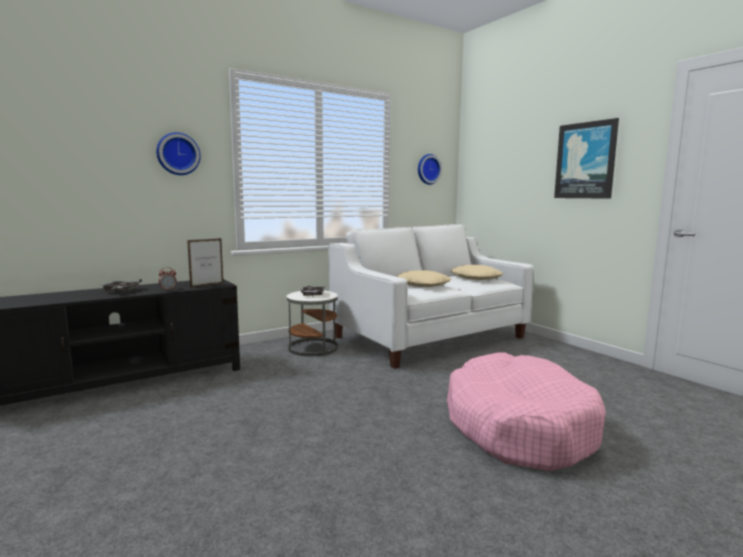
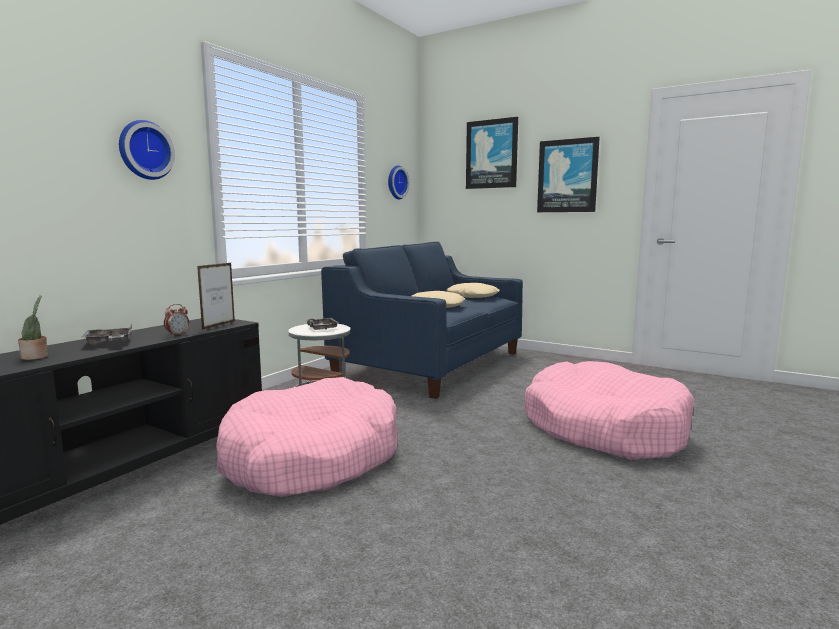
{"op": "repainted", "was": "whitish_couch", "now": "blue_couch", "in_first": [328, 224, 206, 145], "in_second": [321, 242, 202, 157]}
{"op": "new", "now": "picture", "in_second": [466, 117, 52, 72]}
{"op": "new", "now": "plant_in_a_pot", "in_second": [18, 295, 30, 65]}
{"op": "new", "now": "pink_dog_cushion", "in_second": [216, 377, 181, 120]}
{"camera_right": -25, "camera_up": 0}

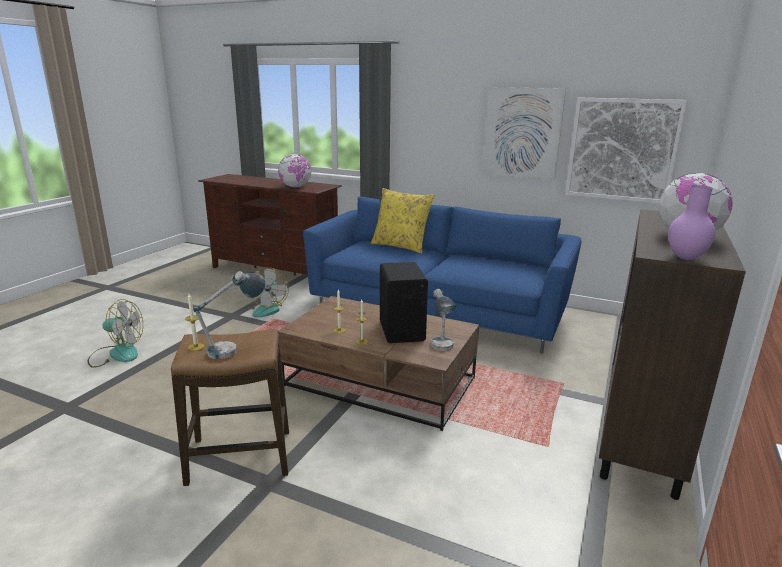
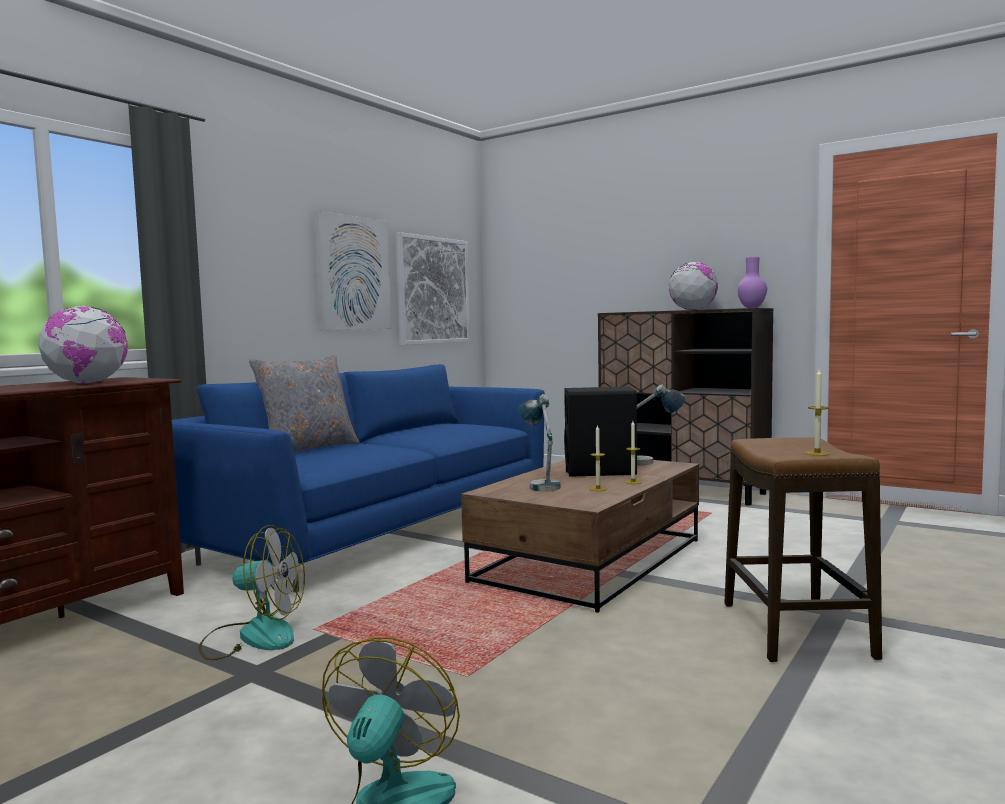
{"op": "repainted", "was": "yellow_cushion", "now": "gray_cushion", "in_first": [371, 188, 64, 66], "in_second": [249, 355, 111, 97]}
{"op": "shifted", "was": "tabletop_lamp", "in_first": [193, 271, 72, 88], "in_second": [518, 394, 42, 97]}
{"camera_right": -80, "camera_up": -15}

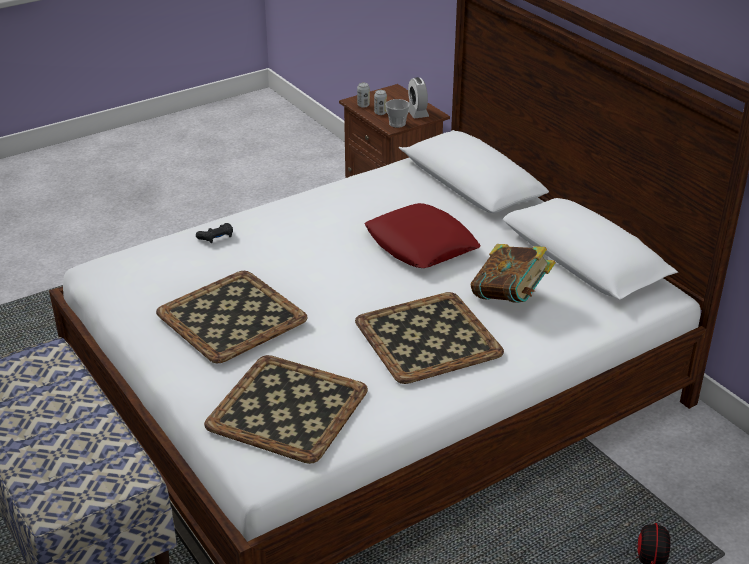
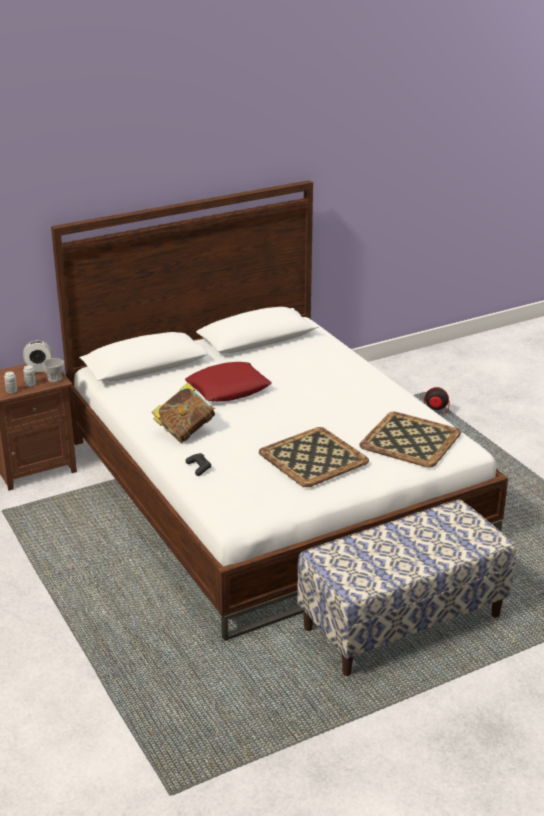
{"op": "shifted", "was": "bound_book", "in_first": [471, 244, 85, 59], "in_second": [152, 383, 63, 60]}
{"op": "gone", "was": "tray", "in_first": [355, 292, 149, 92]}
{"camera_right": -85, "camera_up": -5}

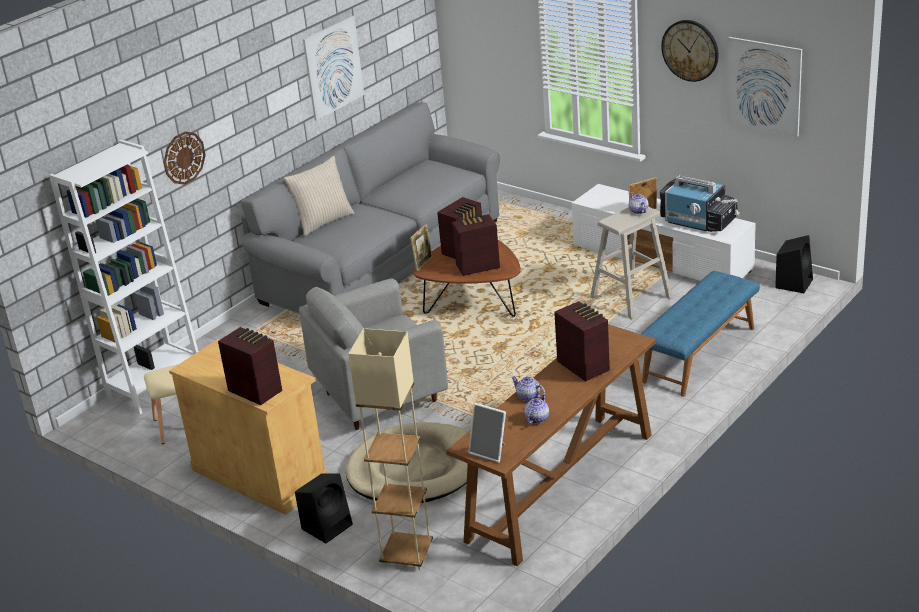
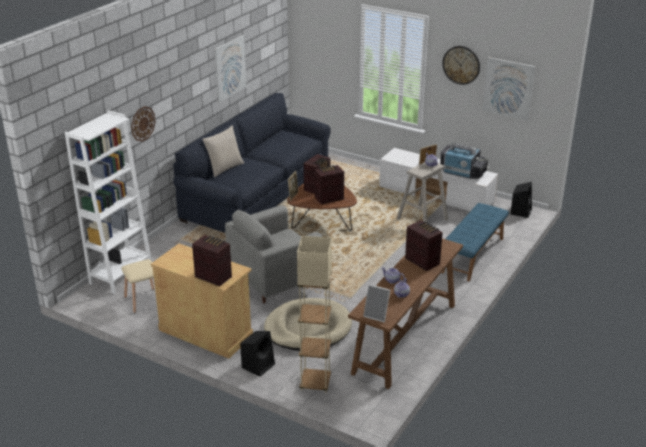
{"op": "repainted", "was": "gray_couch", "now": "blue_couch", "in_first": [241, 102, 259, 211], "in_second": [173, 93, 158, 140]}
{"camera_right": -10, "camera_up": 0}

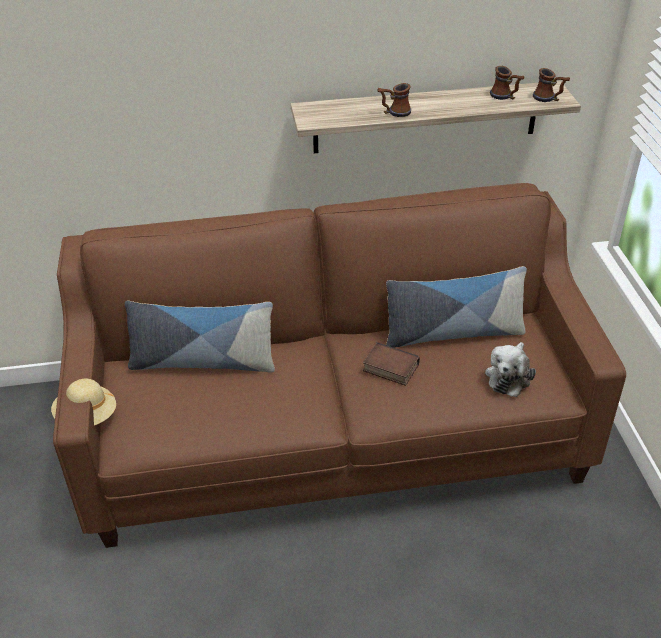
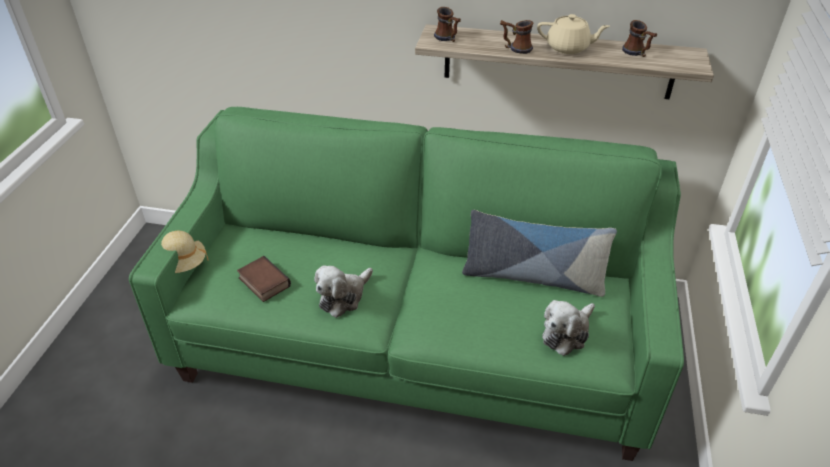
{"op": "shifted", "was": "mug", "in_first": [533, 68, 37, 34], "in_second": [434, 7, 27, 35]}
{"op": "repainted", "was": "brownish_couch", "now": "green_couch", "in_first": [53, 183, 573, 365], "in_second": [129, 107, 555, 354]}
{"op": "gone", "was": "cushion", "in_first": [125, 301, 150, 72]}
{"op": "shifted", "was": "bound_book", "in_first": [363, 342, 57, 44], "in_second": [237, 256, 54, 46]}
{"op": "new", "now": "beige-coloured_tea_pot", "in_second": [537, 14, 73, 40]}
{"op": "new", "now": "plush_toy", "in_second": [314, 265, 59, 53]}
{"camera_right": 20, "camera_up": 0}

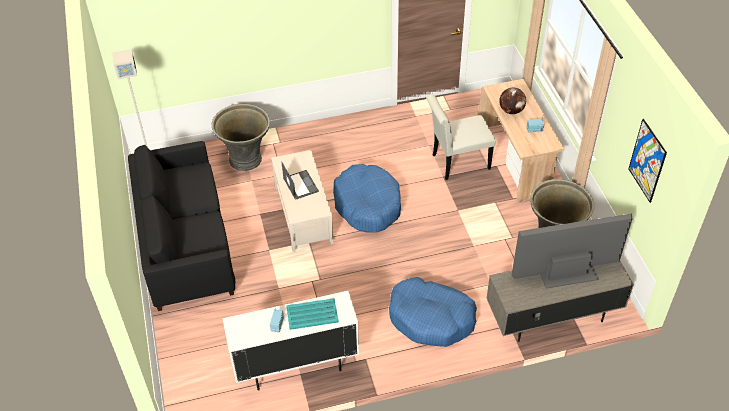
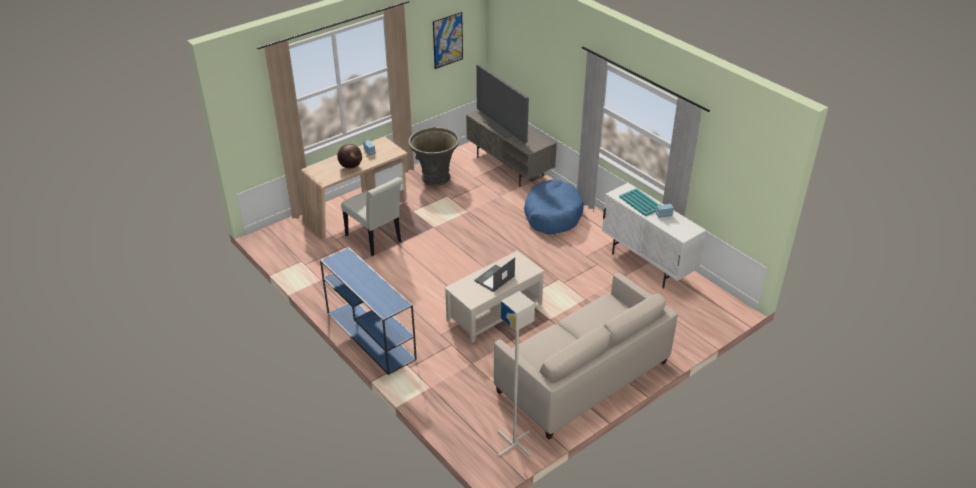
{"op": "gone", "was": "gray_planter", "in_first": [212, 104, 58, 67]}
{"op": "repainted", "was": "black_couch", "now": "beige-coloured_couch", "in_first": [128, 141, 107, 170], "in_second": [494, 273, 184, 167]}
{"op": "gone", "was": "blue_dog_cushion", "in_first": [333, 164, 68, 69]}
{"op": "new", "now": "blue_console_table", "in_second": [320, 247, 97, 128]}
{"camera_right": -115, "camera_up": -10}

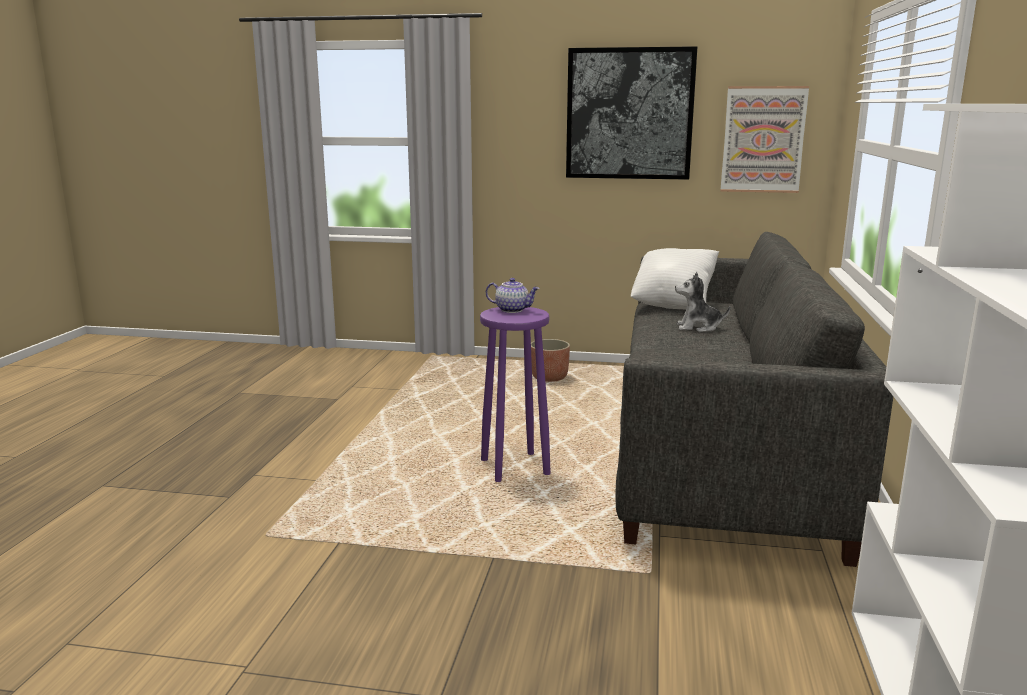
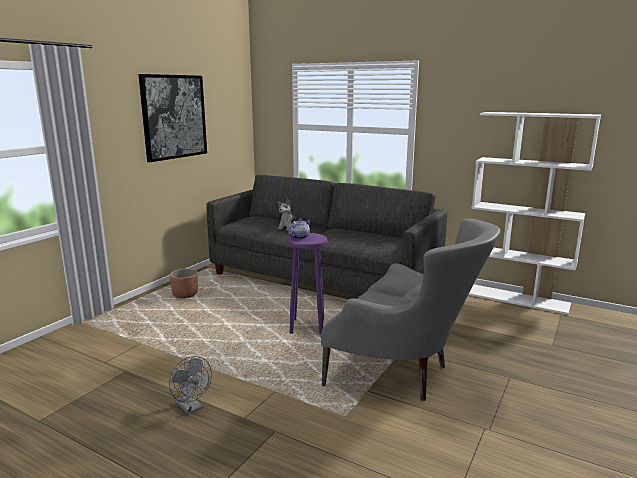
{"op": "gone", "was": "picture", "in_first": [721, 86, 88, 107]}
{"op": "gone", "was": "whitish_cushion", "in_first": [631, 248, 88, 61]}
{"op": "new", "now": "gray_armchair", "in_second": [321, 218, 180, 183]}
{"op": "new", "now": "gray_fan", "in_second": [169, 356, 43, 58]}
{"camera_right": -70, "camera_up": 0}

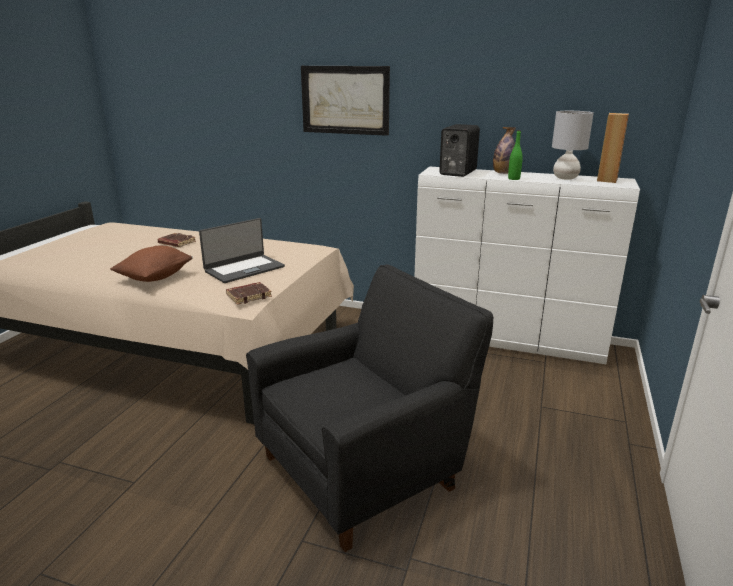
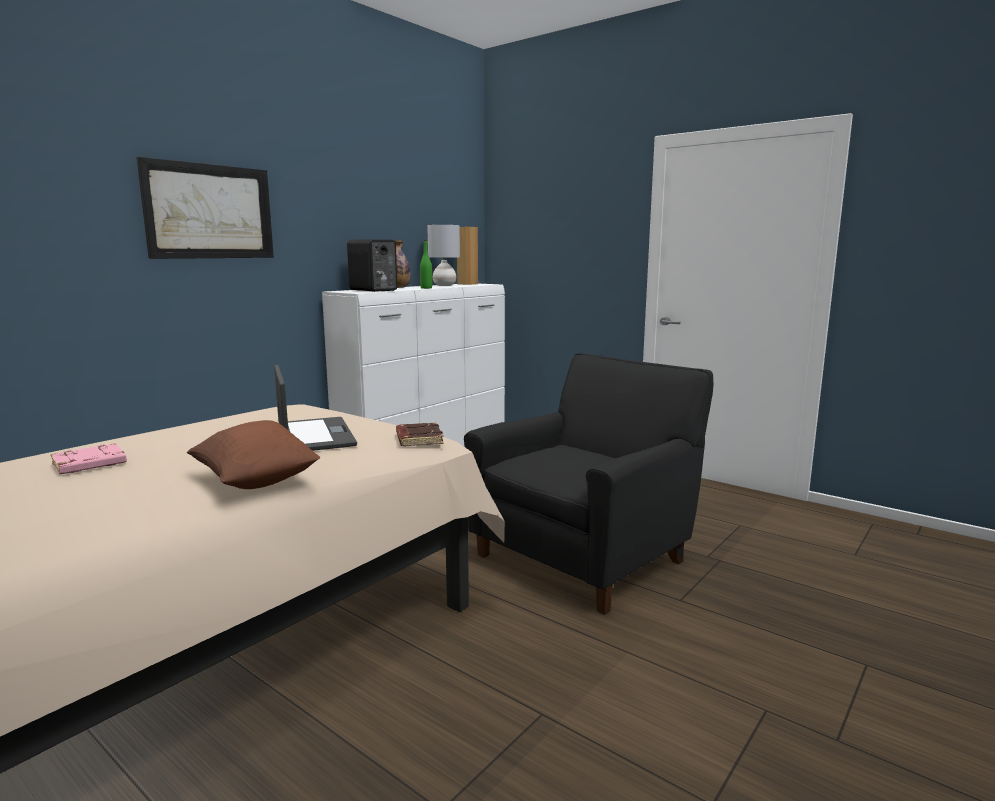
{"op": "repainted", "was": "brownish_bound_book", "now": "pink_bound_book", "in_first": [158, 233, 38, 14], "in_second": [51, 443, 76, 31]}
{"op": "rotated", "was": "black_armchair", "in_first": [246, 264, 247, 288], "in_second": [464, 353, 249, 262], "clockwise": 60}
{"camera_right": -70, "camera_up": -10}

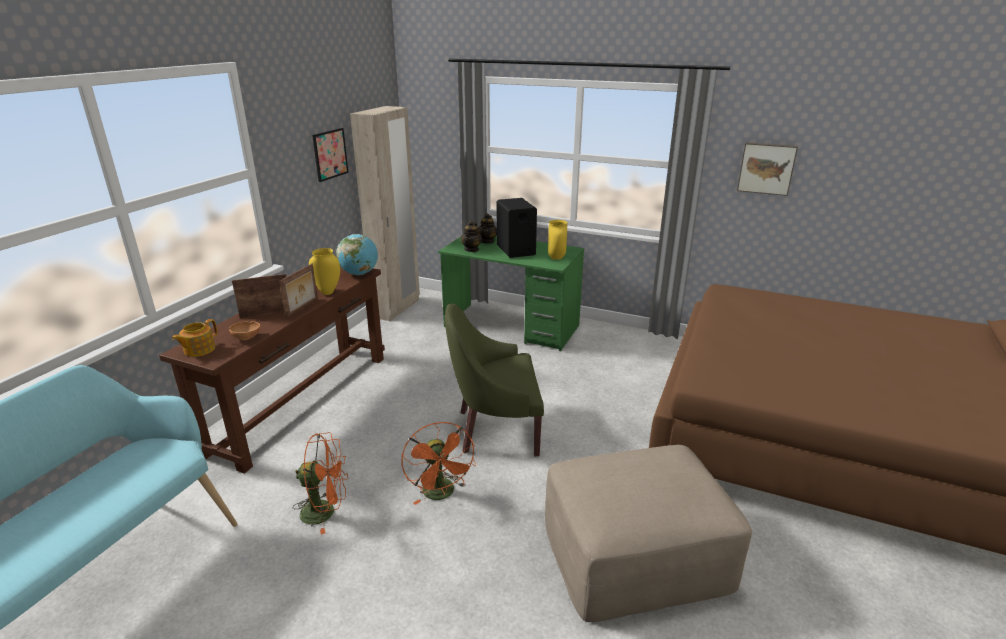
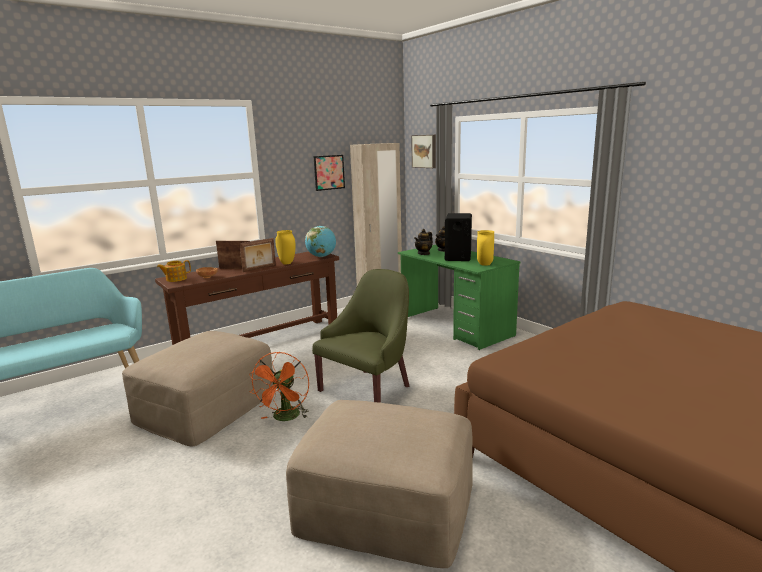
{"op": "shifted", "was": "picture", "in_first": [737, 142, 61, 54], "in_second": [411, 135, 25, 33]}
{"op": "rotated", "was": "green_armchair", "in_first": [445, 303, 99, 153], "in_second": [312, 269, 98, 134], "clockwise": 105}
{"op": "swapped", "was": "orange_fan", "now": "beige-coloured_ottoman", "in_first": [293, 432, 55, 103], "in_second": [122, 331, 151, 116]}
{"camera_right": 30, "camera_up": -10}

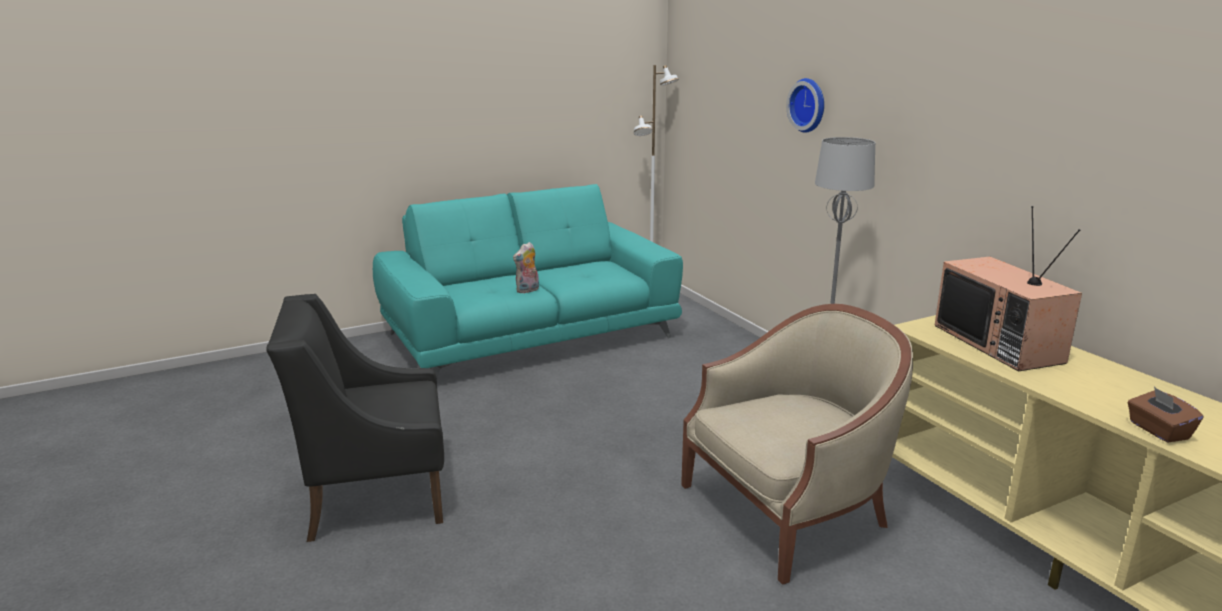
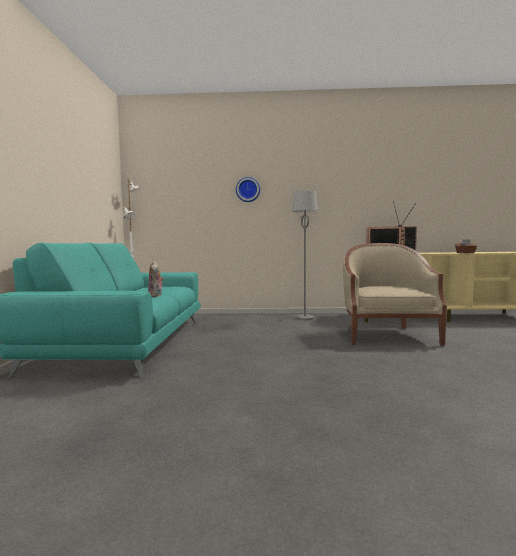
{"op": "gone", "was": "black_armchair", "in_first": [266, 294, 178, 248]}
{"camera_right": -60, "camera_up": -15}

